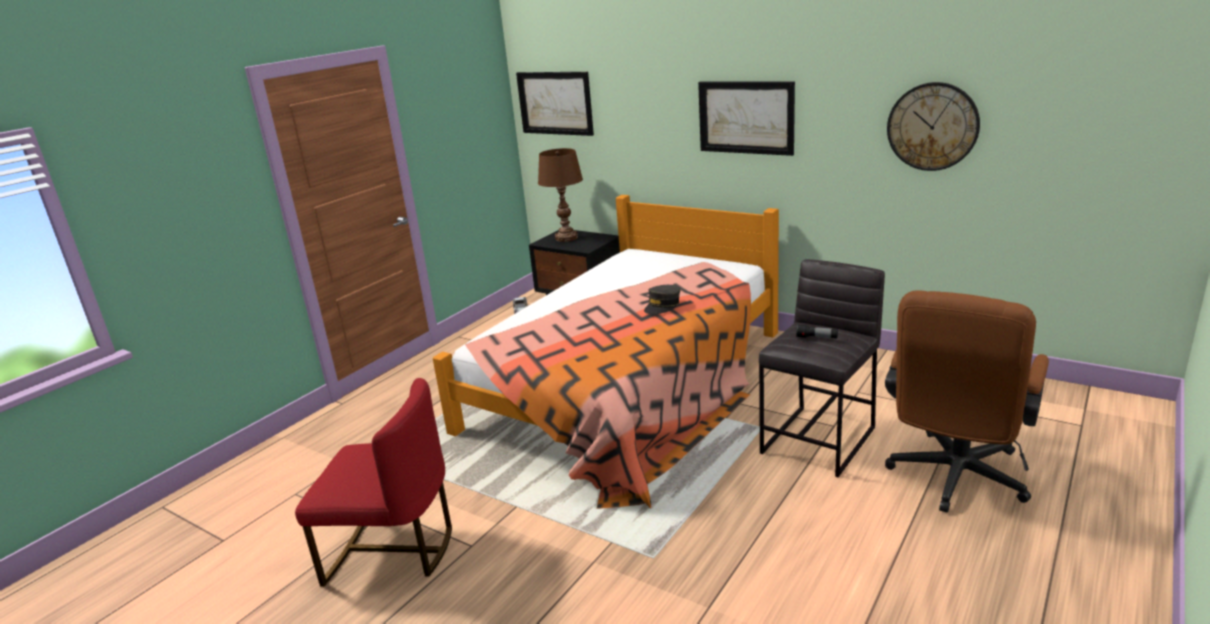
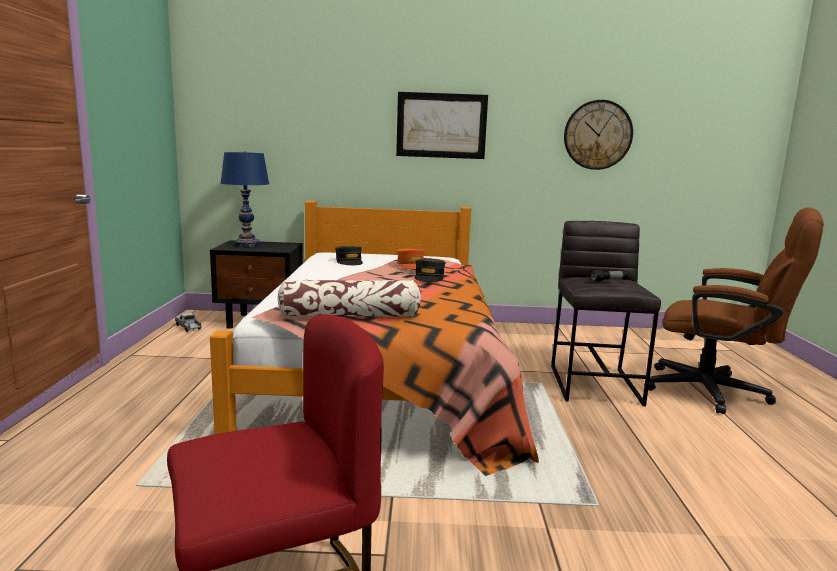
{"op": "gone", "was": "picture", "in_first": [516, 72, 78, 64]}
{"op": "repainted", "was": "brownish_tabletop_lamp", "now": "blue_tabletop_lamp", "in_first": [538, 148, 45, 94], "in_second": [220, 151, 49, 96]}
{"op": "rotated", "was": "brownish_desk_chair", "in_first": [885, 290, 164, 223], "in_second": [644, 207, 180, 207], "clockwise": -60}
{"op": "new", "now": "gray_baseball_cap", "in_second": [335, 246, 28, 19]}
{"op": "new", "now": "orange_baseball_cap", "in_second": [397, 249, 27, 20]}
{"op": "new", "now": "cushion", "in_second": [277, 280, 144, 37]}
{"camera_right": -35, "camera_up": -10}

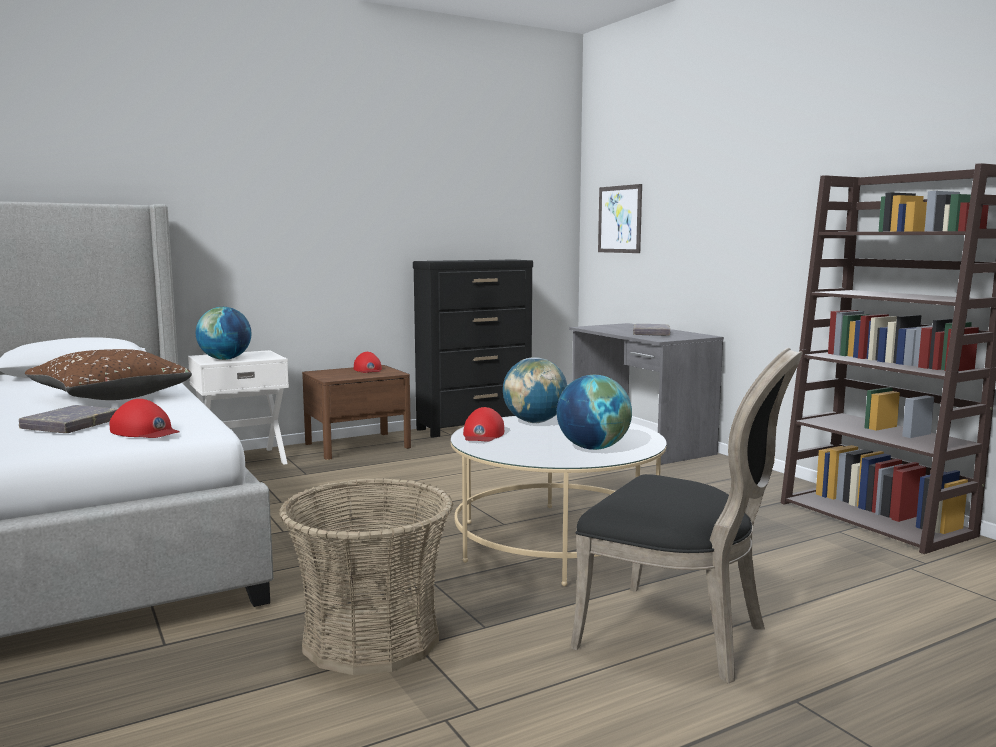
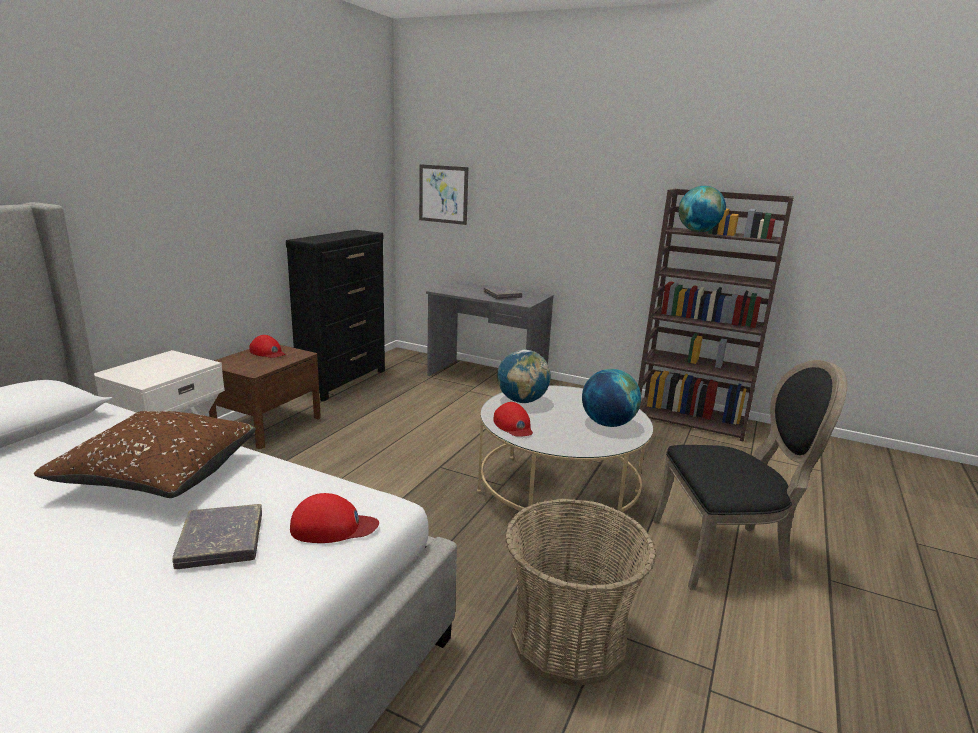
{"op": "shifted", "was": "world_globe", "in_first": [196, 307, 55, 53], "in_second": [679, 186, 47, 46]}
{"camera_right": -35, "camera_up": 10}

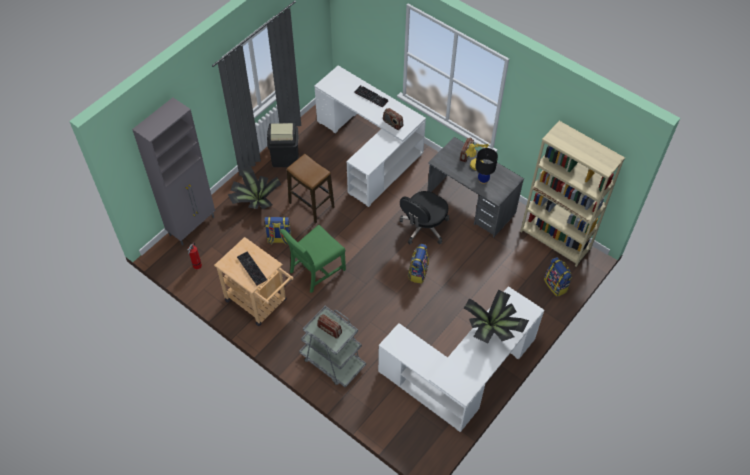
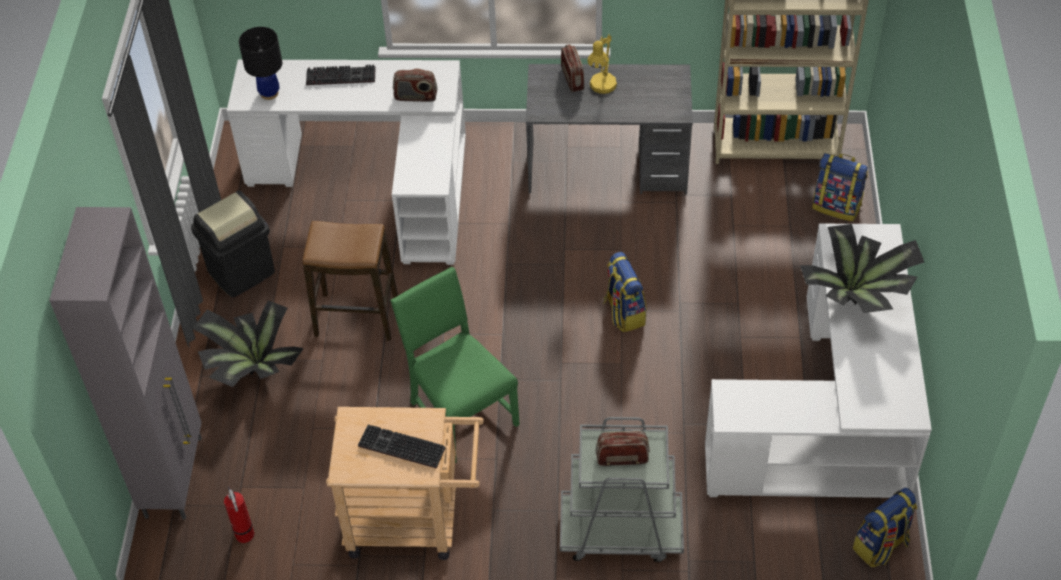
{"op": "shifted", "was": "black_tabletop_lamp", "in_first": [475, 148, 23, 36], "in_second": [239, 27, 43, 73]}
{"op": "gone", "was": "black_desk_chair", "in_first": [400, 191, 49, 53]}
{"op": "shifted", "was": "knapsack", "in_first": [264, 217, 27, 28], "in_second": [853, 488, 64, 79]}
{"op": "rotated", "was": "green_chair", "in_first": [280, 225, 66, 68], "in_second": [390, 267, 130, 196], "clockwise": 135}
{"camera_right": -35, "camera_up": -5}

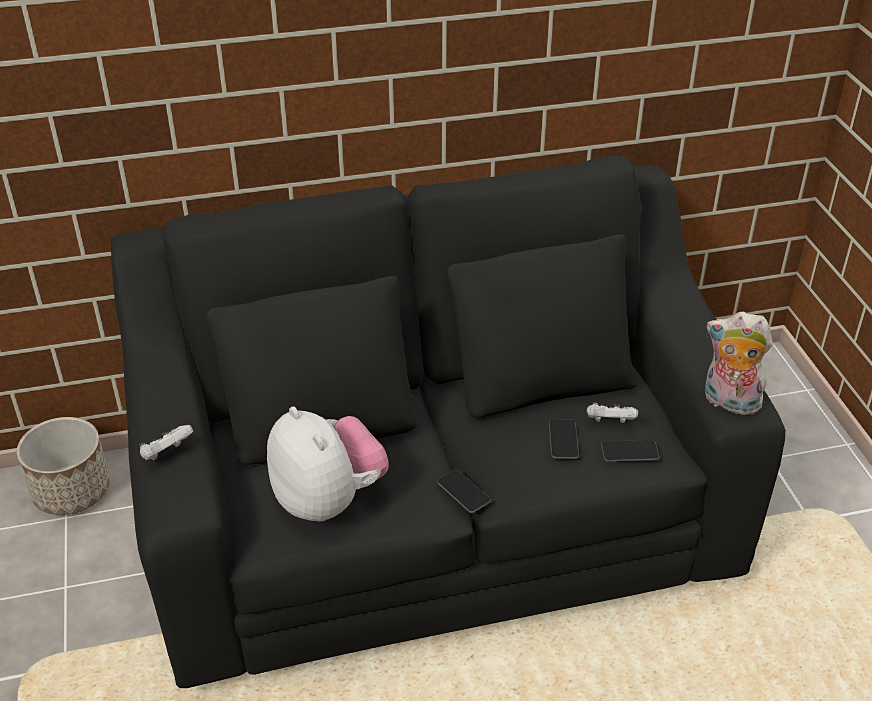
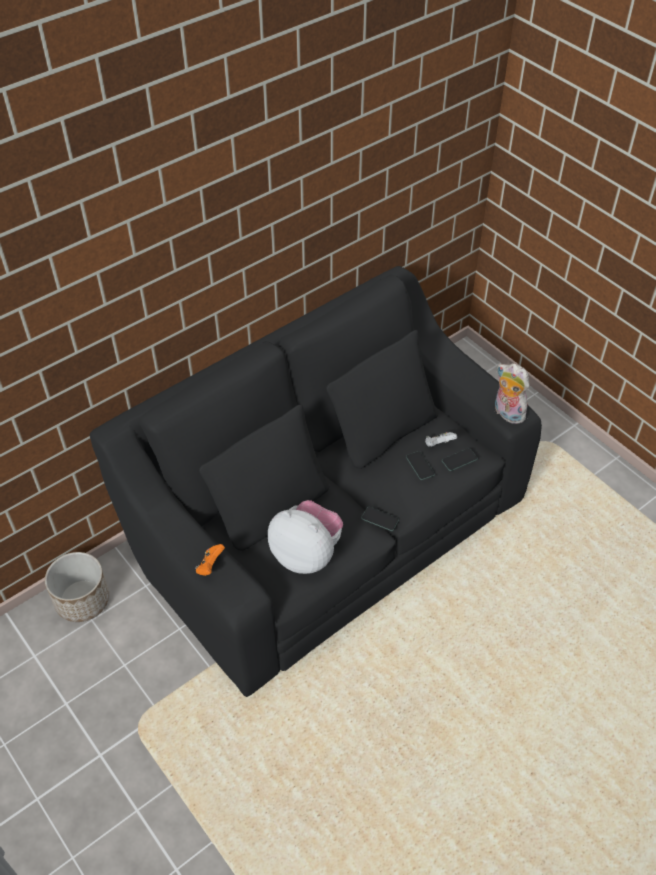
{"op": "rotated", "was": "plush_toy", "in_first": [705, 312, 68, 105], "in_second": [495, 363, 34, 61], "clockwise": 45}
{"op": "repainted", "was": "whitish_game_controller", "now": "orange_game_controller", "in_first": [139, 425, 54, 35], "in_second": [195, 544, 30, 32]}
{"camera_right": -25, "camera_up": 10}

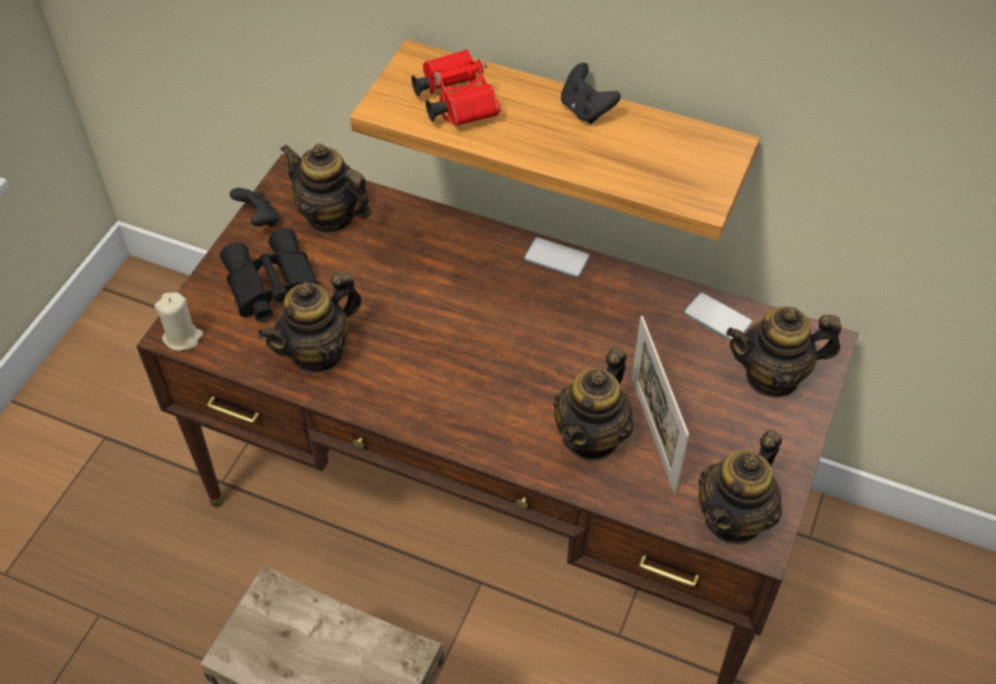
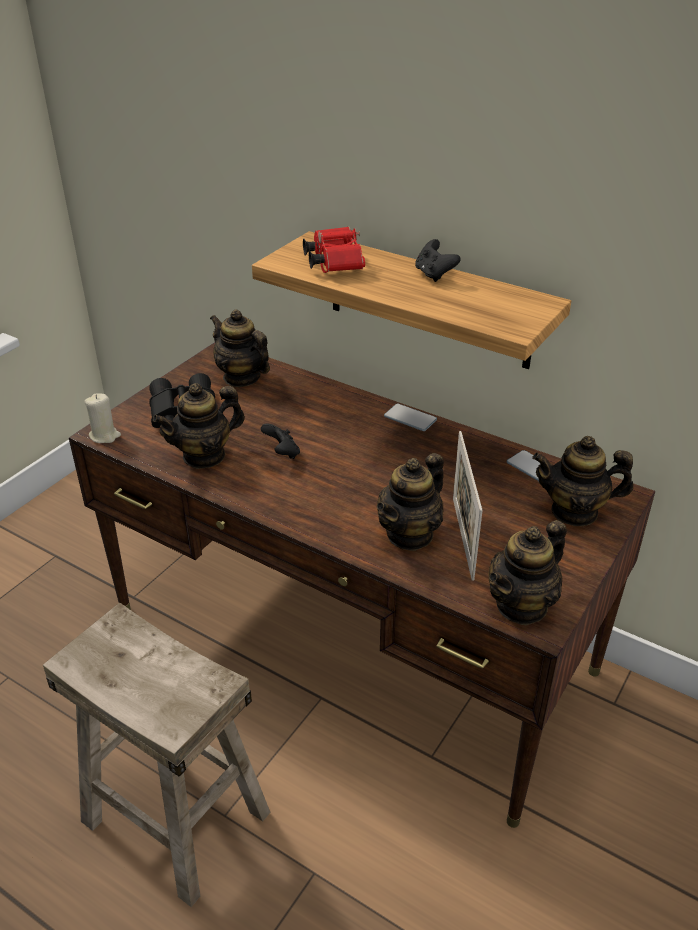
{"op": "shifted", "was": "black_game_controller", "in_first": [230, 188, 50, 38], "in_second": [261, 423, 39, 36]}
{"camera_right": 10, "camera_up": -15}

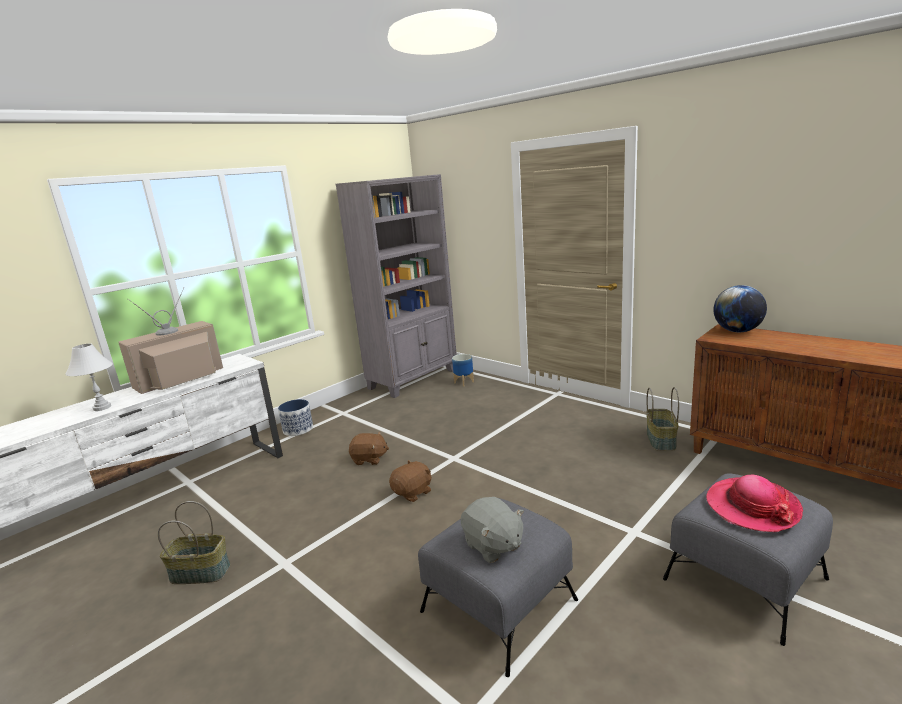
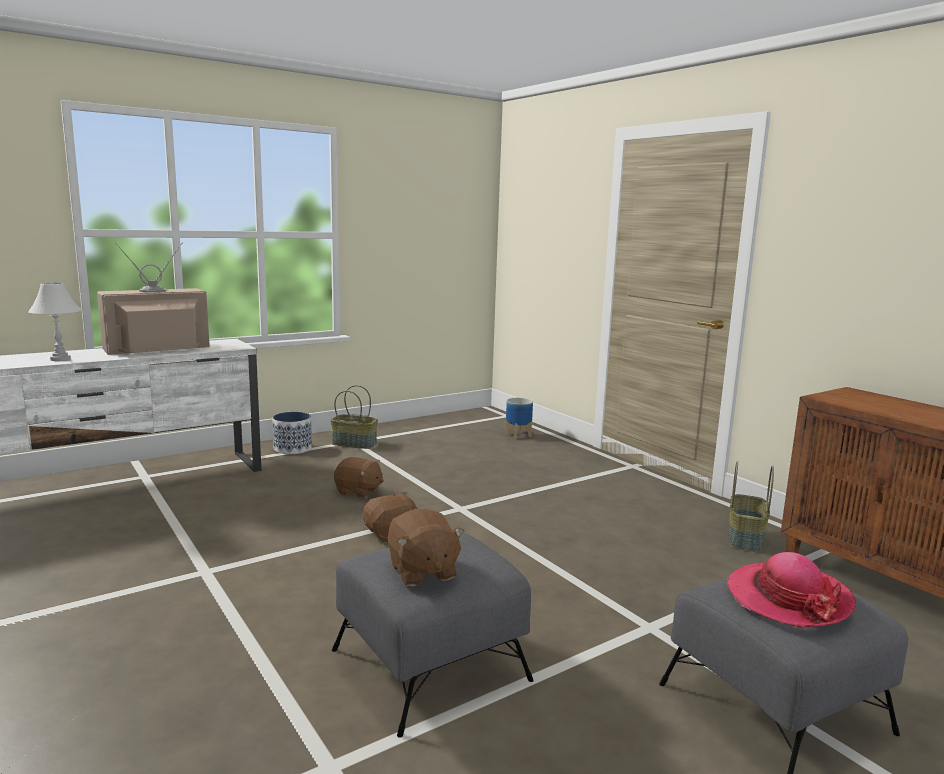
{"op": "gone", "was": "gray_bookshelf", "in_first": [335, 174, 122, 224]}
{"op": "gone", "was": "world_globe", "in_first": [713, 285, 54, 47]}
{"op": "repainted", "was": "gray_plush_toy", "now": "brownish_plush_toy", "in_first": [460, 497, 64, 66], "in_second": [388, 509, 77, 78]}
{"op": "shifted", "was": "basket", "in_first": [158, 501, 73, 83], "in_second": [331, 385, 47, 64]}
{"camera_right": 10, "camera_up": -5}

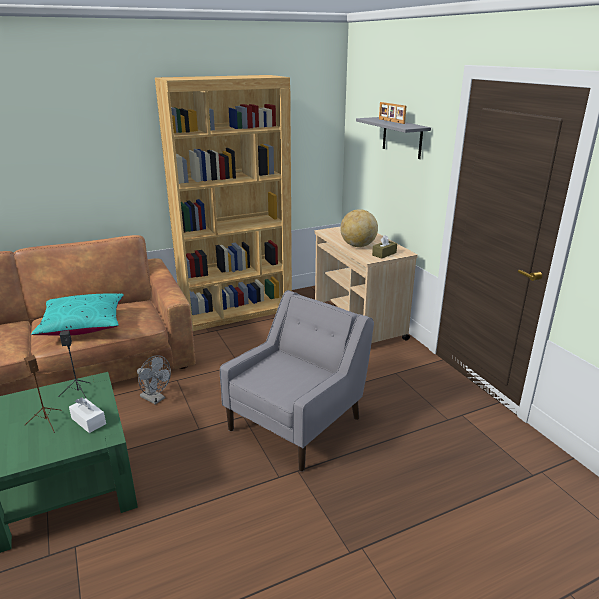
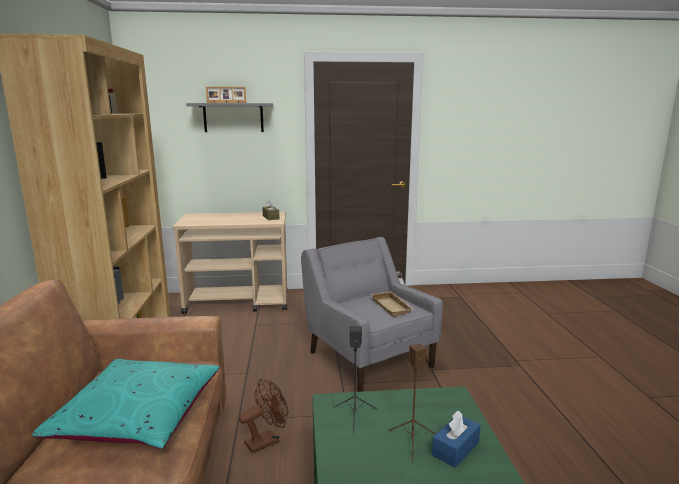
{"op": "gone", "was": "world_globe", "in_first": [340, 209, 38, 38]}
{"op": "repainted", "was": "gray_fan", "now": "brownish_fan", "in_first": [137, 355, 34, 49], "in_second": [239, 378, 50, 75]}
{"op": "gone", "was": "whitish_tissue_holder", "in_first": [69, 397, 37, 36]}
{"op": "new", "now": "beige-coloured_tray", "in_second": [371, 291, 43, 26]}
{"op": "new", "now": "blue_tissue_holder", "in_second": [432, 411, 49, 57]}
{"camera_right": -70, "camera_up": -10}

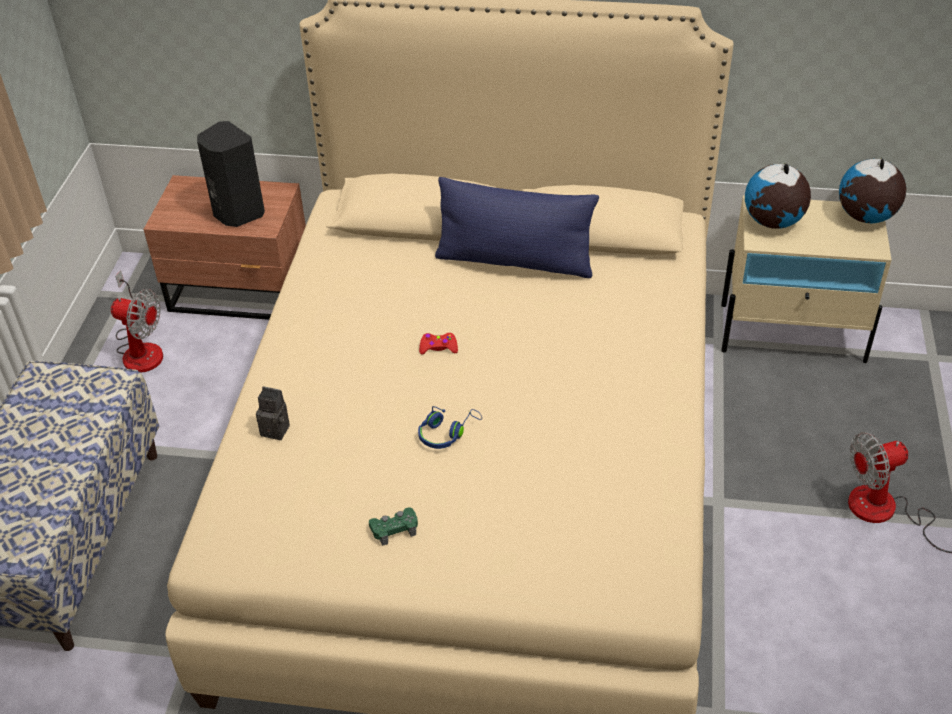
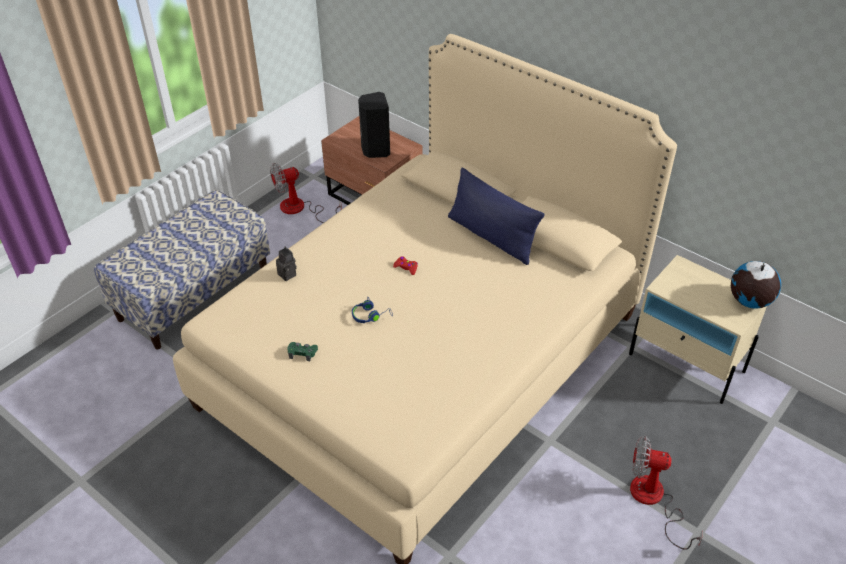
{"op": "gone", "was": "world_globe", "in_first": [745, 162, 66, 67]}
{"op": "rotated", "was": "fan", "in_first": [111, 270, 52, 103], "in_second": [270, 163, 72, 60], "clockwise": 105}
{"camera_right": 30, "camera_up": 0}

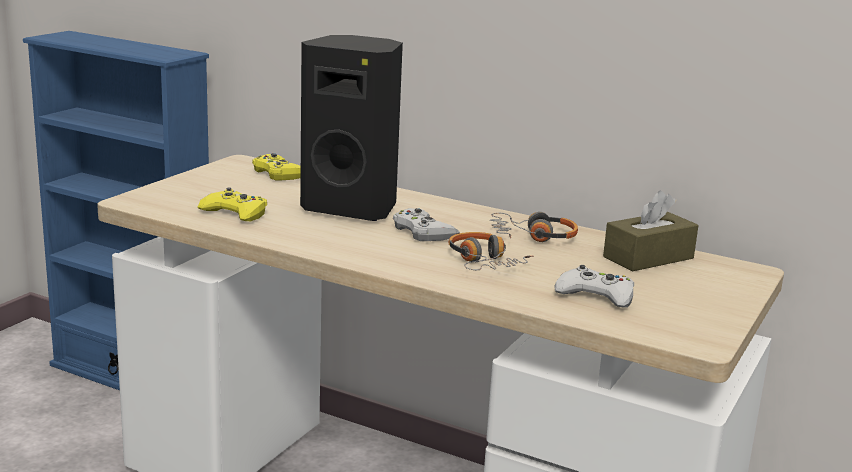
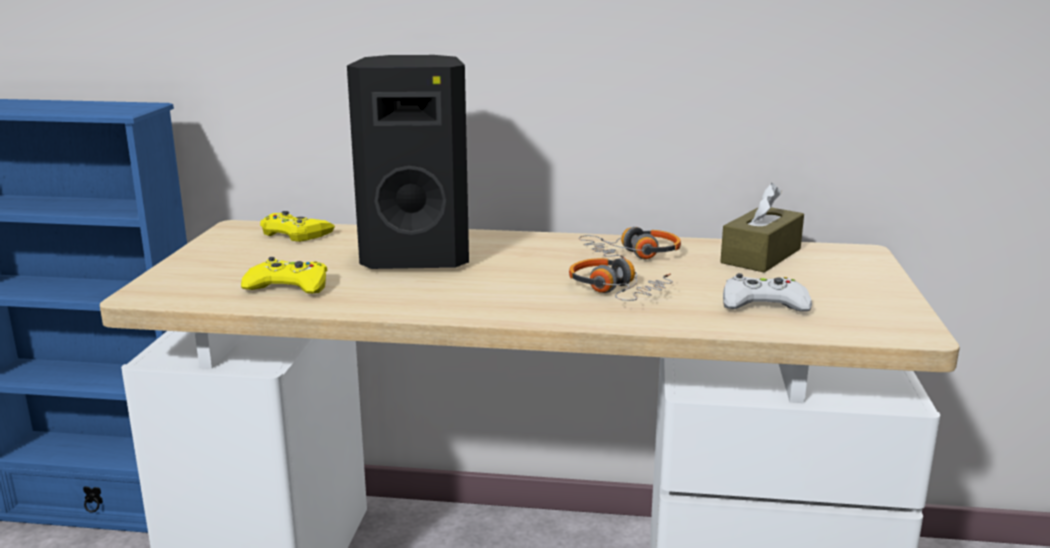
{"op": "gone", "was": "whitish_game_controller", "in_first": [393, 208, 67, 33]}
{"camera_right": -20, "camera_up": 0}

